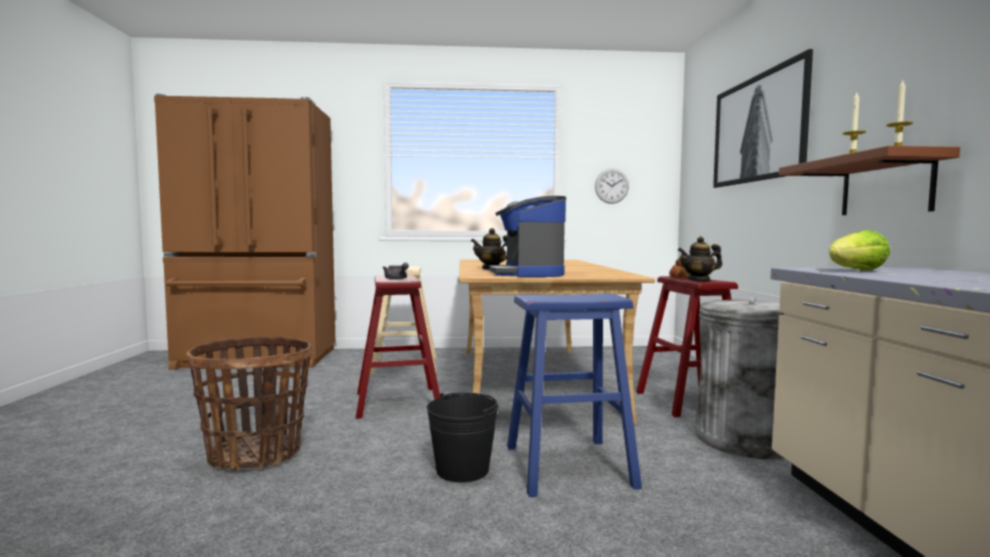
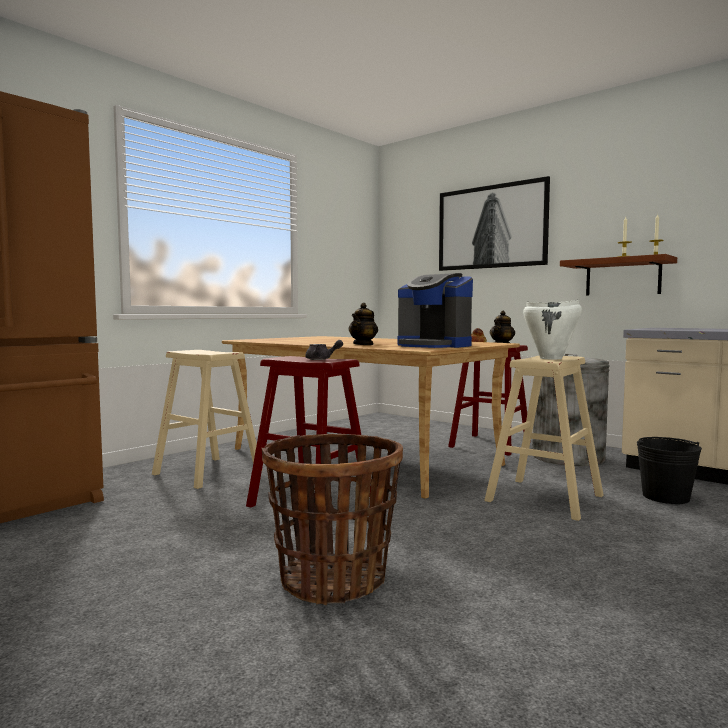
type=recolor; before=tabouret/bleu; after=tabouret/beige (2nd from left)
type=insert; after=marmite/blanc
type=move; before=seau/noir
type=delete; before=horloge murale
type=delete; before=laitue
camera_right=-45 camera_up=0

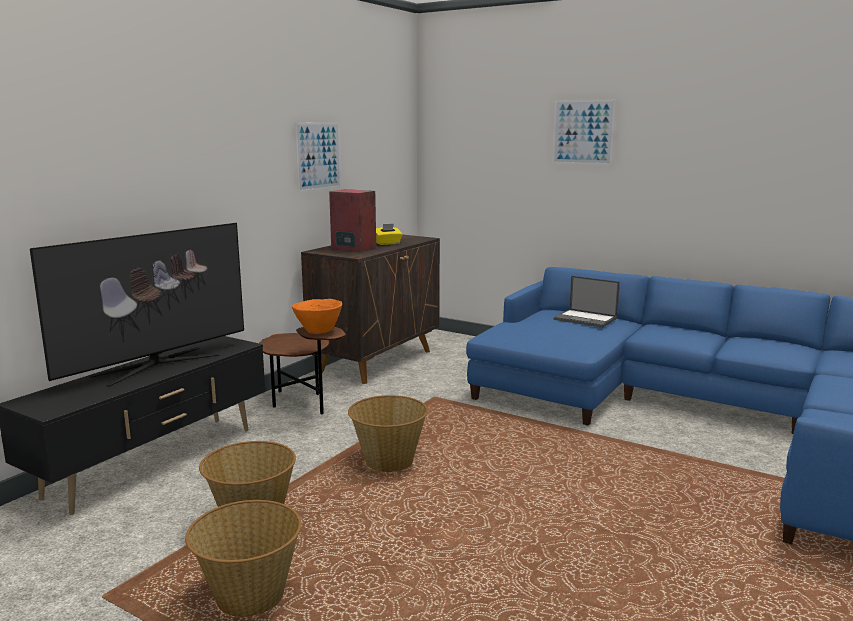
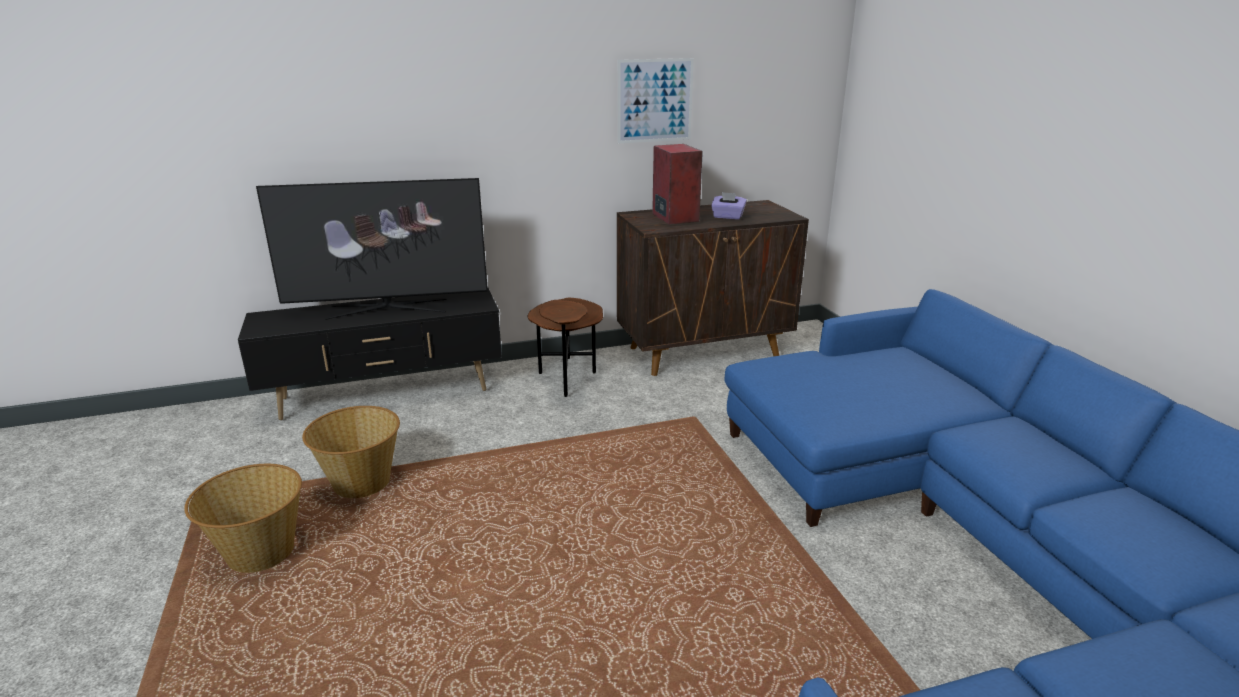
type=recolor; before=boîte à mouchoirs/jaune; after=boîte à mouchoirs/violet
type=delete; before=bol/orange
type=delete; before=panier (3rd from left)
type=delete; before=tableau (2nd from left)
type=delete; before=ordinateur portable
camera_right=40 camera_up=10

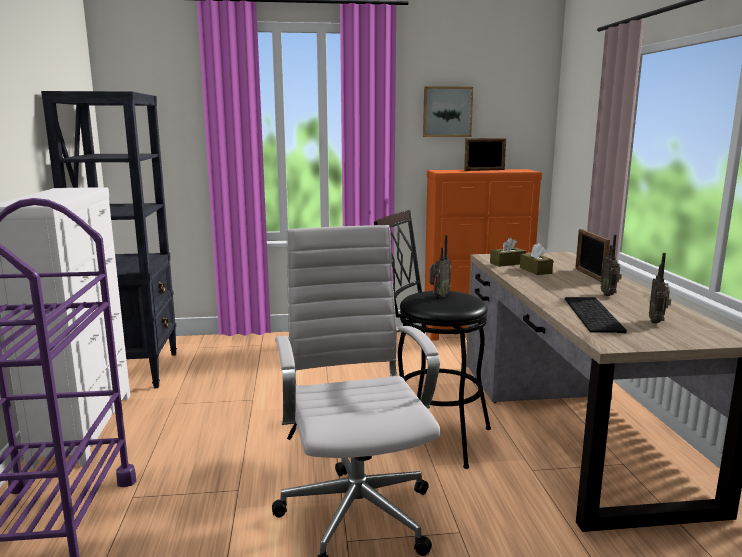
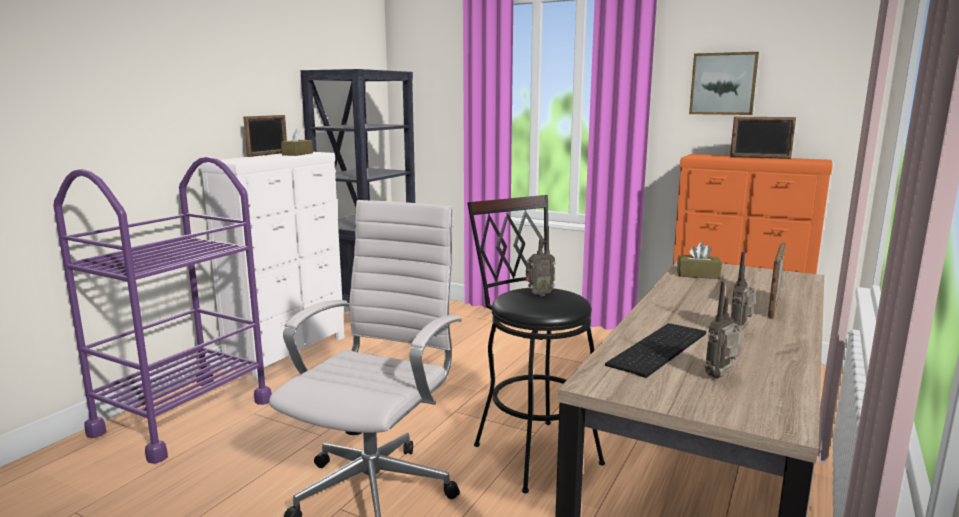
type=insert; after=cadre photo (1st from left)
type=move; before=boîte à mouchoirs/marron (2nd from left in the first image); after=boîte à mouchoirs/marron (1st from left)
camera_right=35 camera_up=0

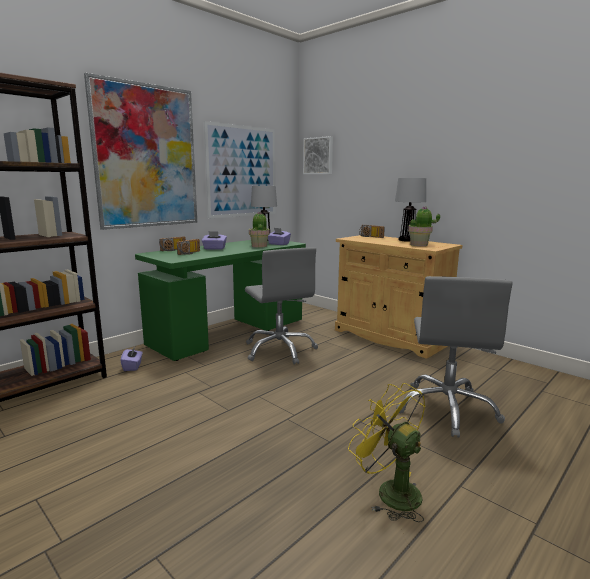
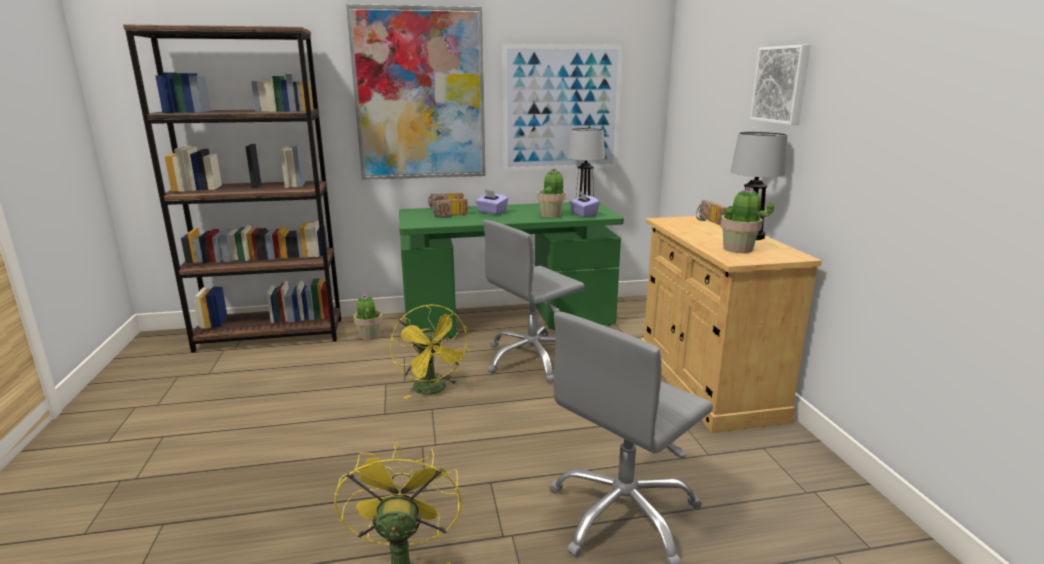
type=replace; before=boîte à mouchoirs/violet (1st from left); after=plante en pot (1st from left)
type=insert; after=ventilateur/jaune (2nd from left)
type=rotate; before=chaise de bureau/gris (1st from left); turn=45
type=move; before=tableau (3rd from left)
camera_right=35 camera_up=5

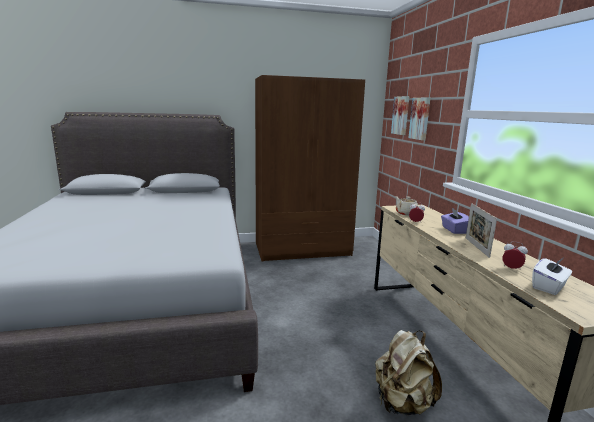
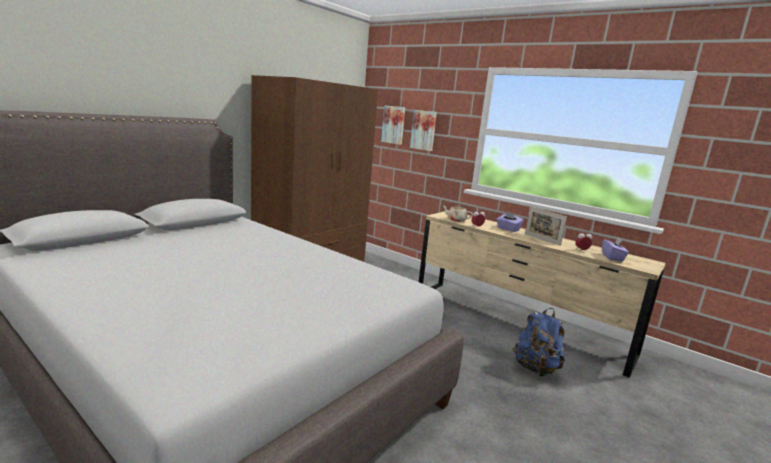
type=recolor; before=sac à dos/beige; after=sac à dos/bleu
type=recolor; before=boîte à mouchoirs/blanc; after=boîte à mouchoirs/violet (2nd from left)
camera_right=-40 camera_up=0

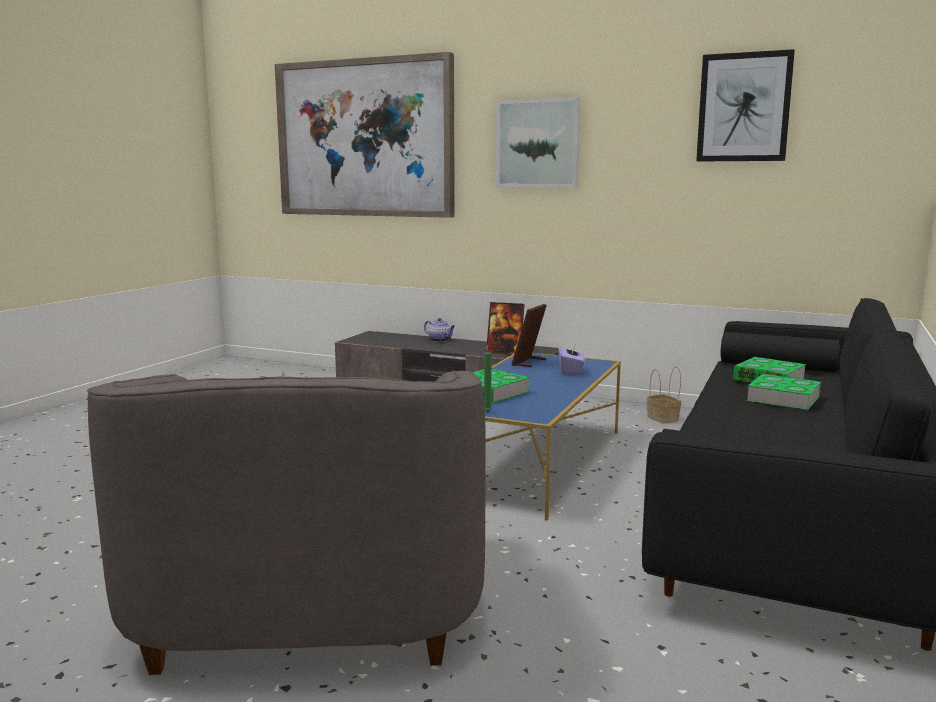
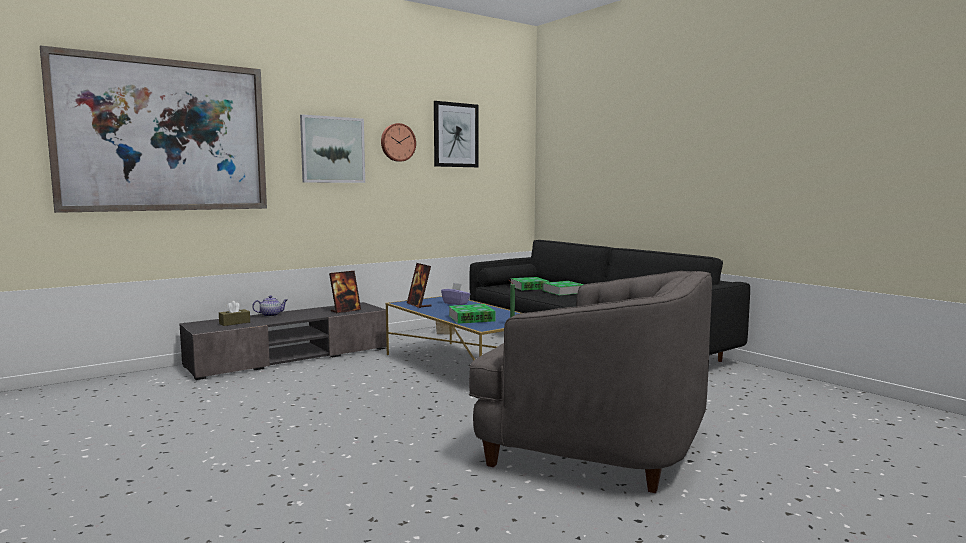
type=insert; after=boîte à mouchoirs/marron
type=insert; after=horloge murale
camera_right=-60 camera_up=-5

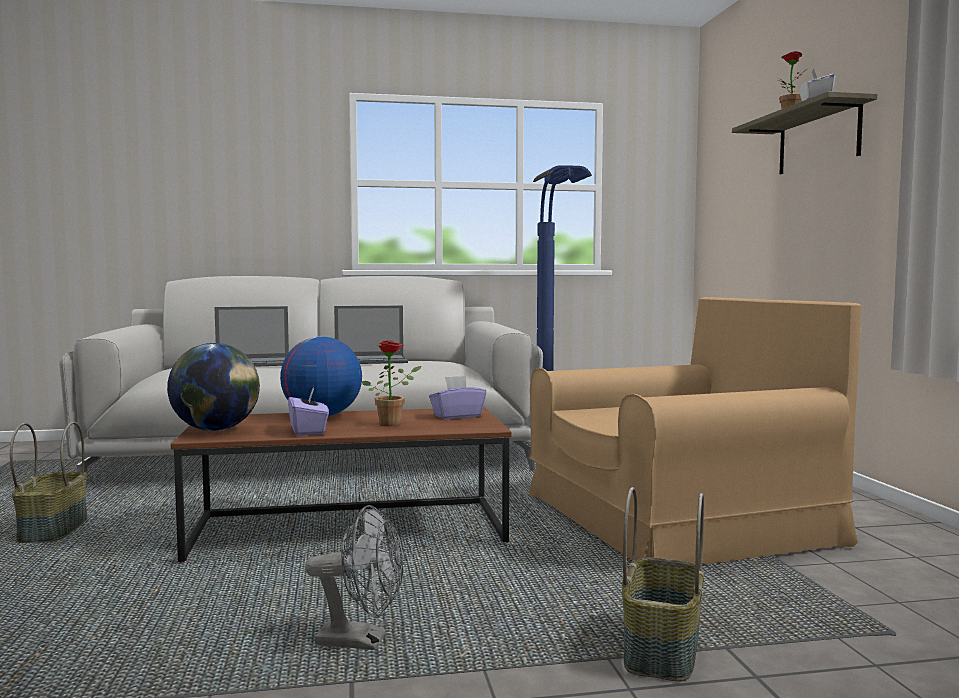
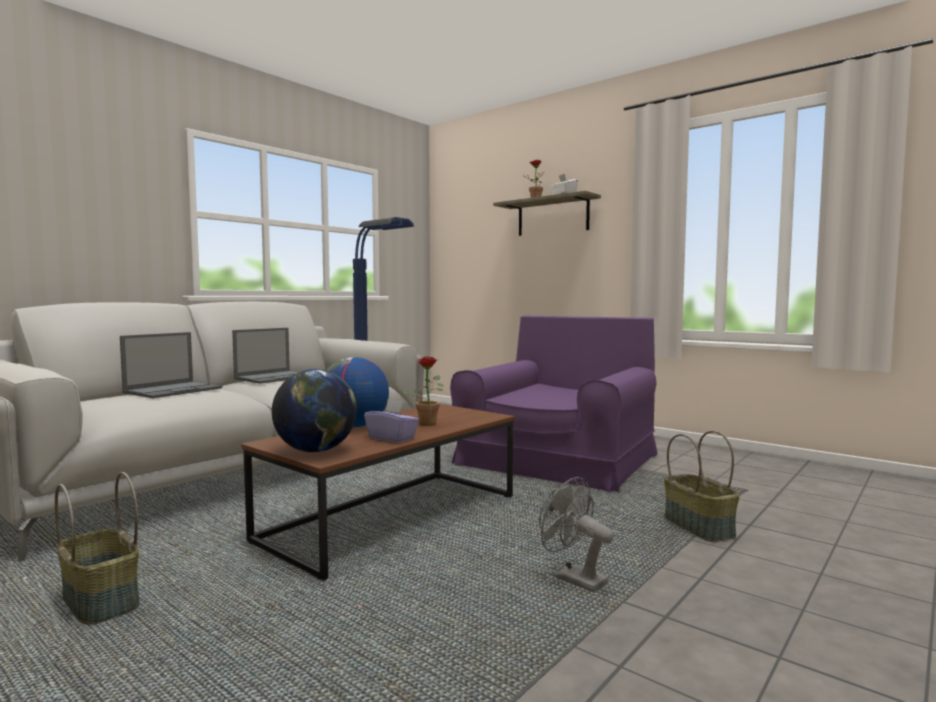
type=recolor; before=fauteuil/marron; after=fauteuil/violet
type=rotate; before=ventilateur/gris; turn=-105
type=delete; before=boîte à mouchoirs/violet (2nd from left)
camera_right=-40 camera_up=0

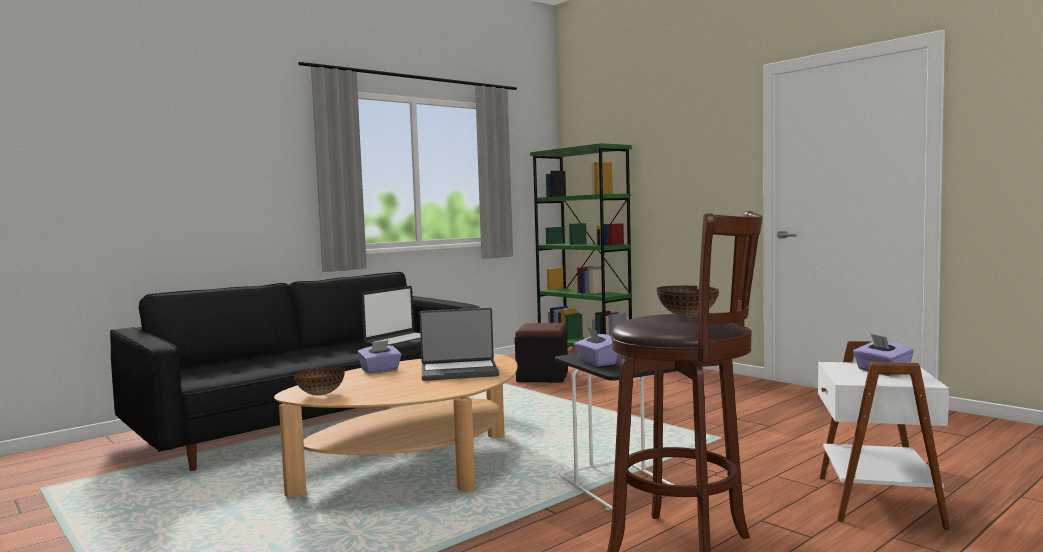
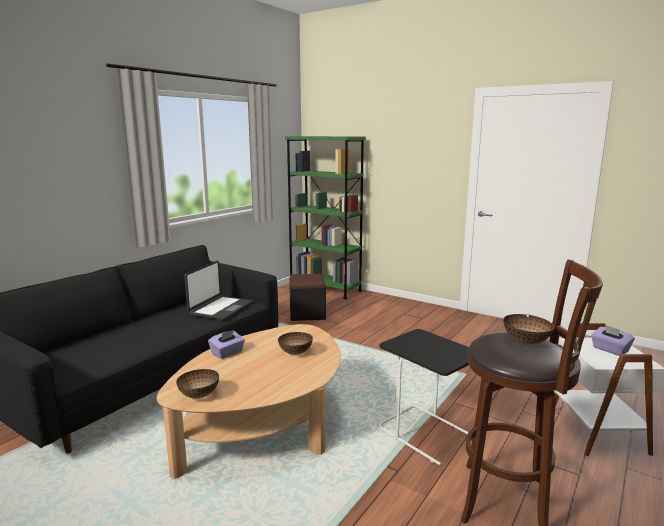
type=replace; before=ordinateur portable (2nd from left); after=bol (2nd from left)
type=delete; before=boîte à mouchoirs/violet (2nd from left)
camera_right=-15 camera_up=10

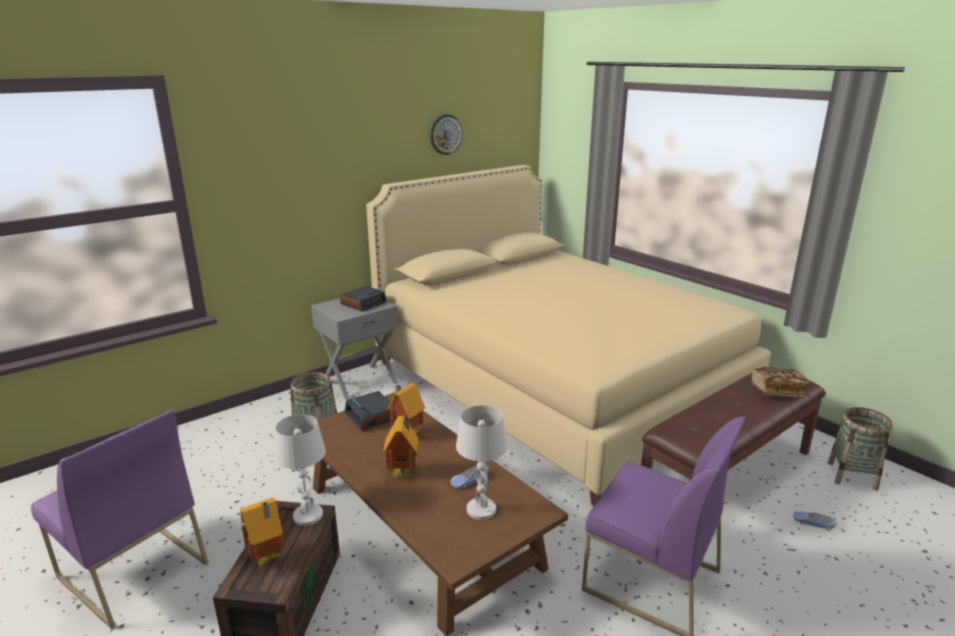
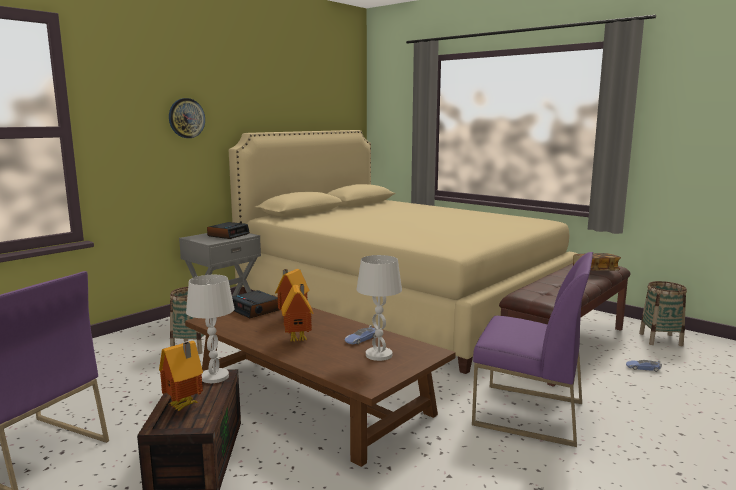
type=move; before=horloge murale
camera_right=-10 camera_up=-10

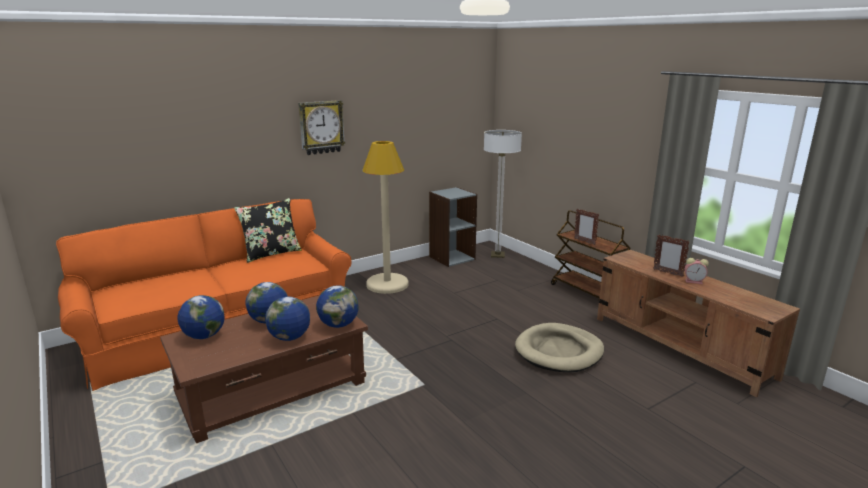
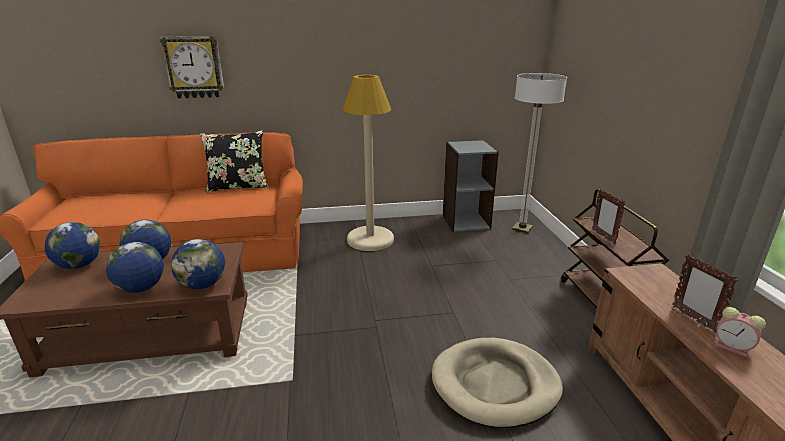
type=move; before=horloge murale
camera_right=25 camera_up=5

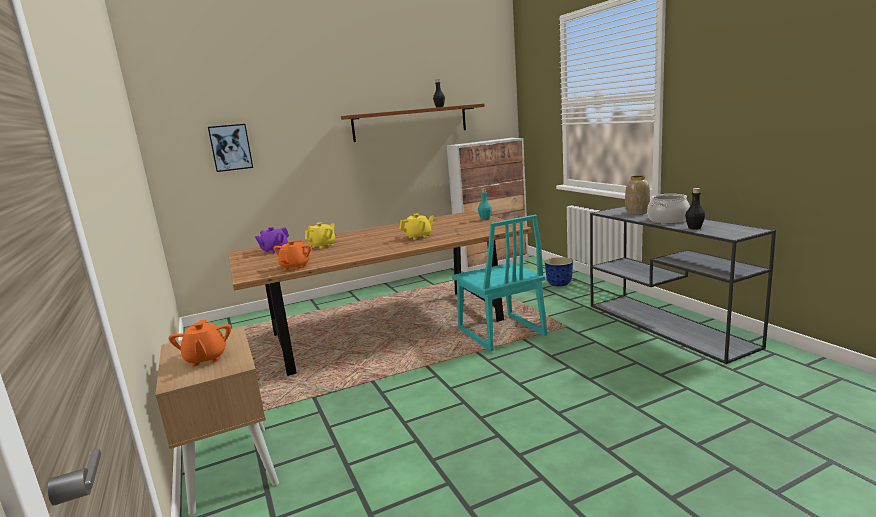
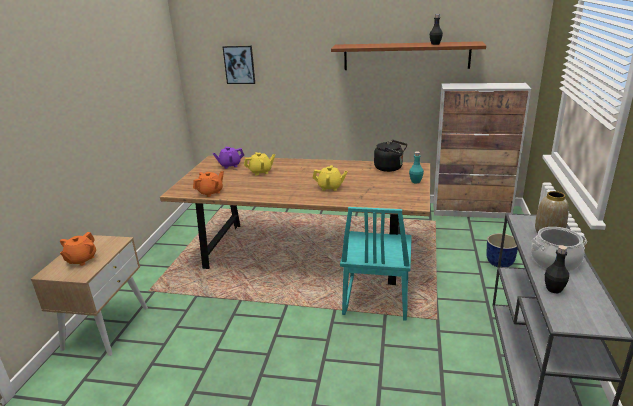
type=insert; after=bouilloire/noir
camera_right=35 camera_up=10

